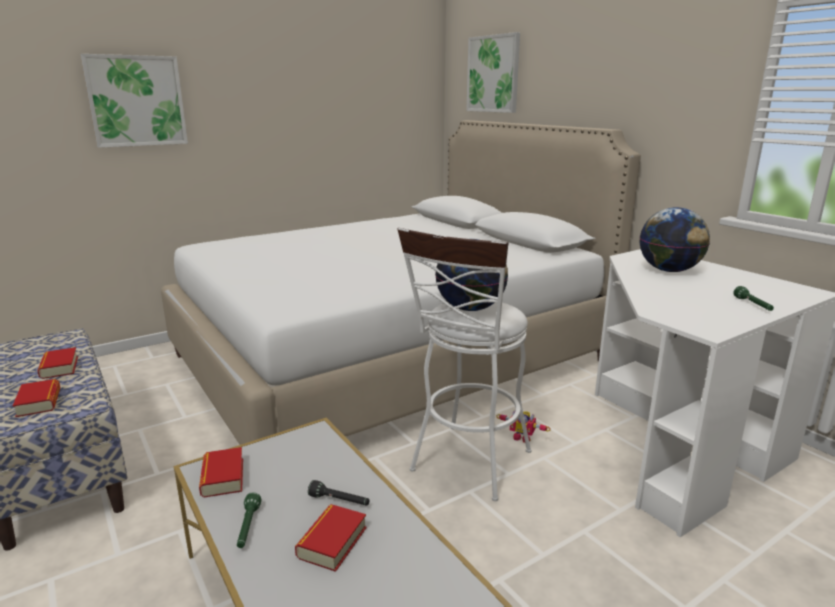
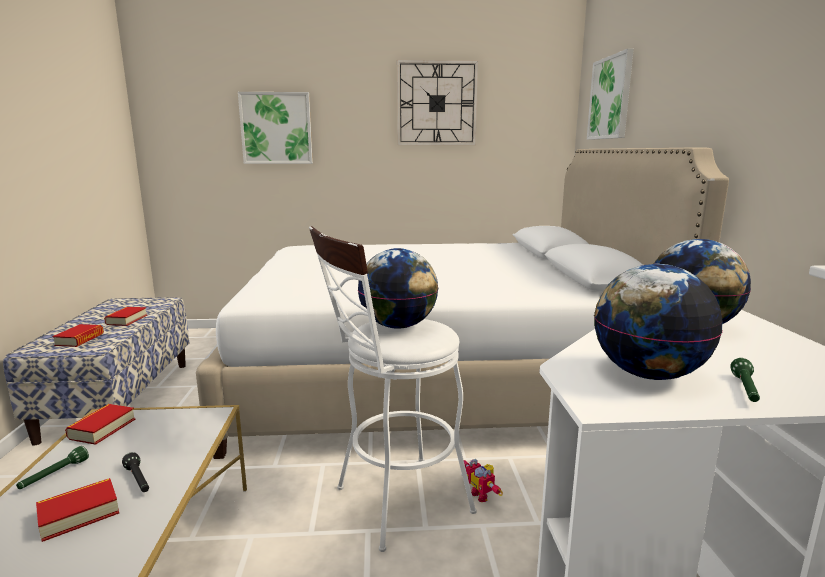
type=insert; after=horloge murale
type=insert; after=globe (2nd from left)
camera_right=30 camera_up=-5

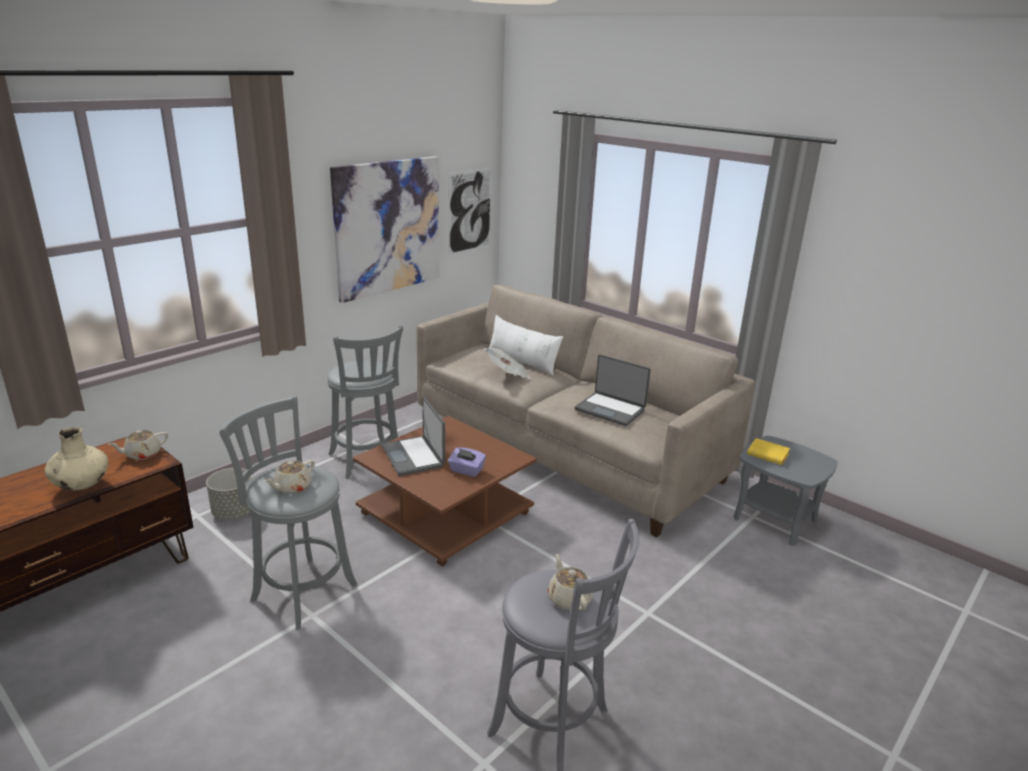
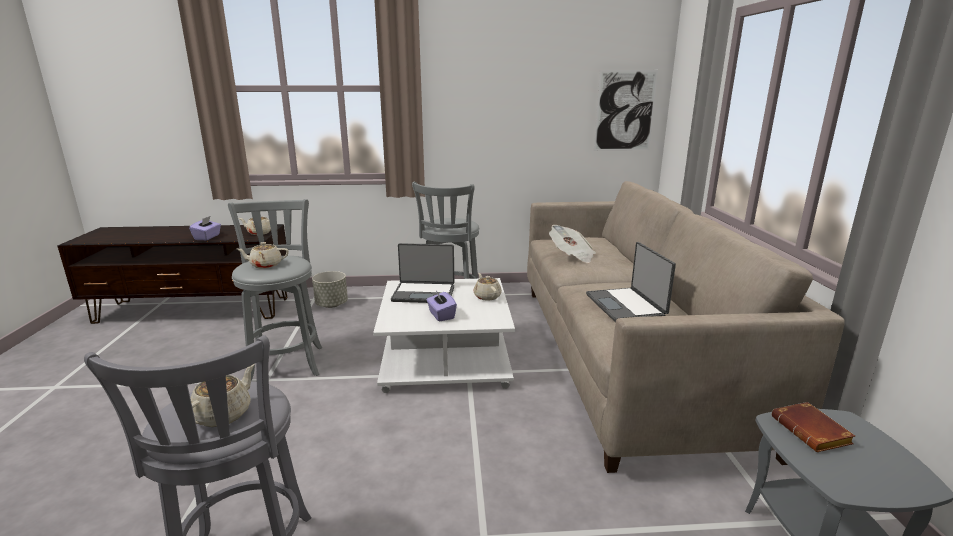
type=replace; before=vase/beige; after=boîte à mouchoirs/violet (1st from left)
type=recolor; before=table basse/marron; after=table basse/blanc
type=rotate; before=ordinateur portable (1st from left); turn=-105
type=insert; after=théière/beige (4th from left)
type=recolor; before=livre/jaune; after=livre/marron
type=delete; before=tableau (1st from left)
type=delete; before=coussin/blanc
camera_right=45 camera_up=-5

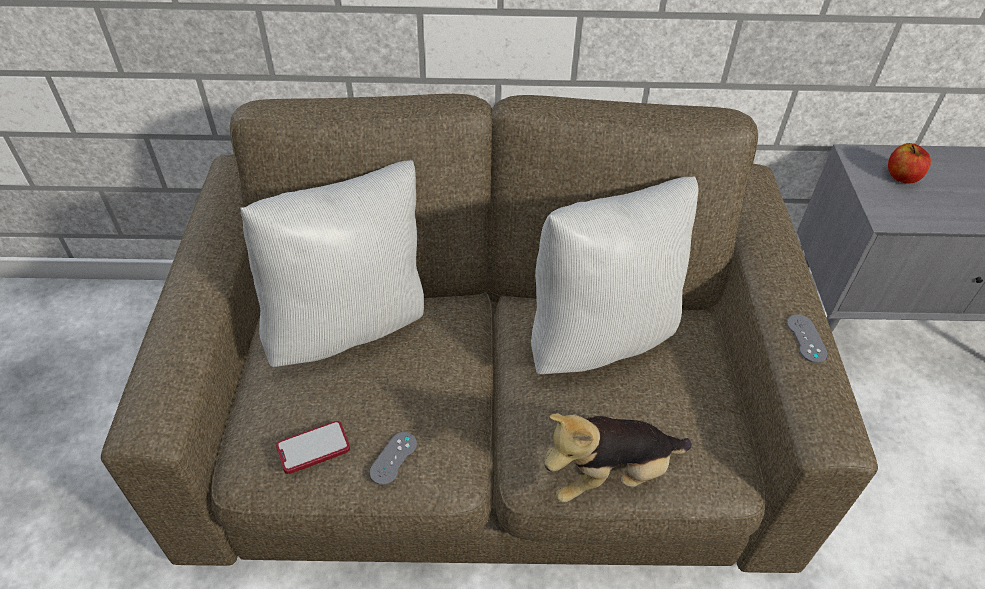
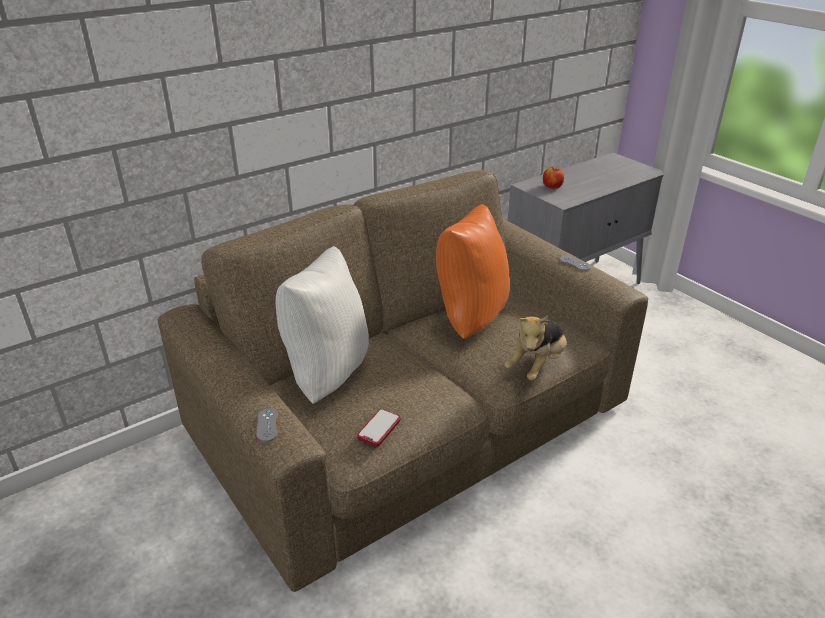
type=move; before=manette/gris (1st from left)
type=recolor; before=coussin/blanc (2nd from left); after=coussin/orange
camera_right=-35 camera_up=-15

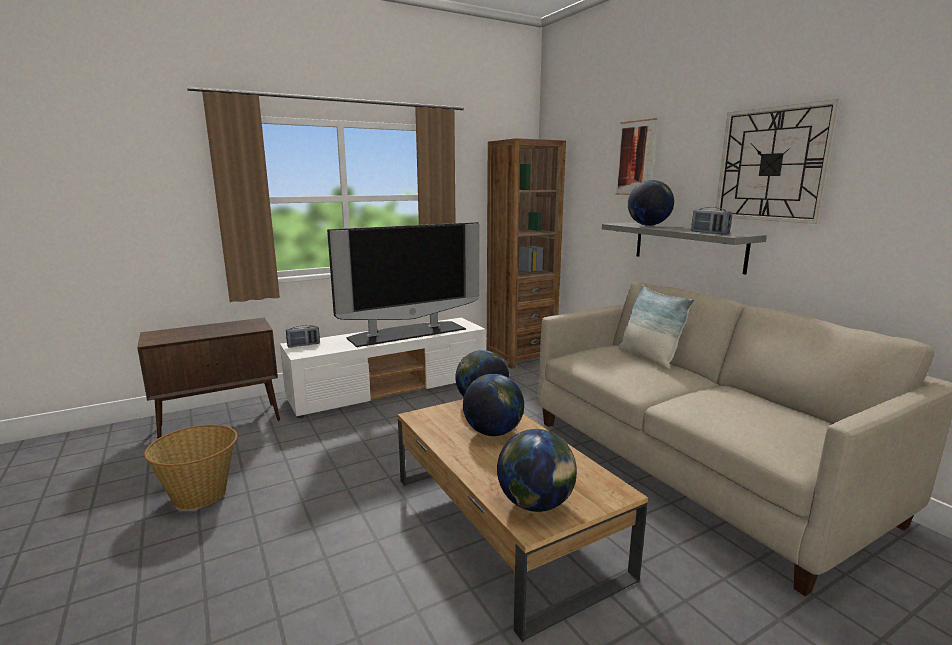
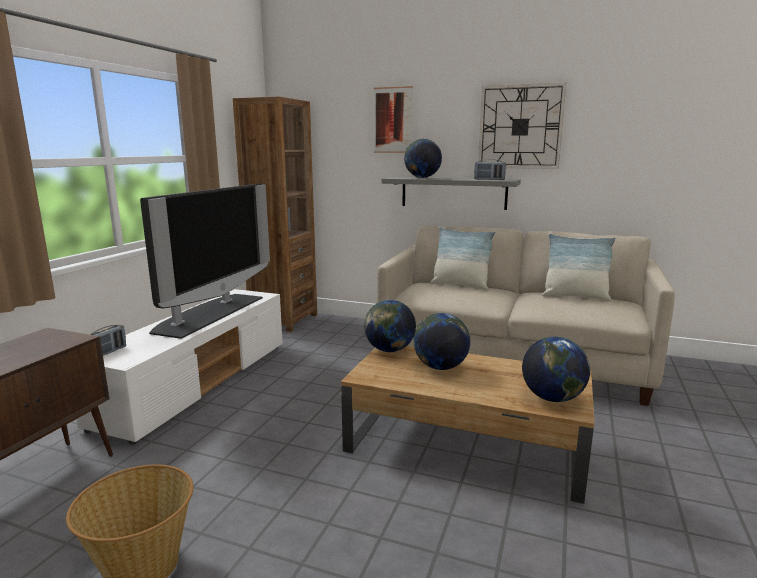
type=insert; after=coussin (2nd from left)
camera_right=-40 camera_up=0

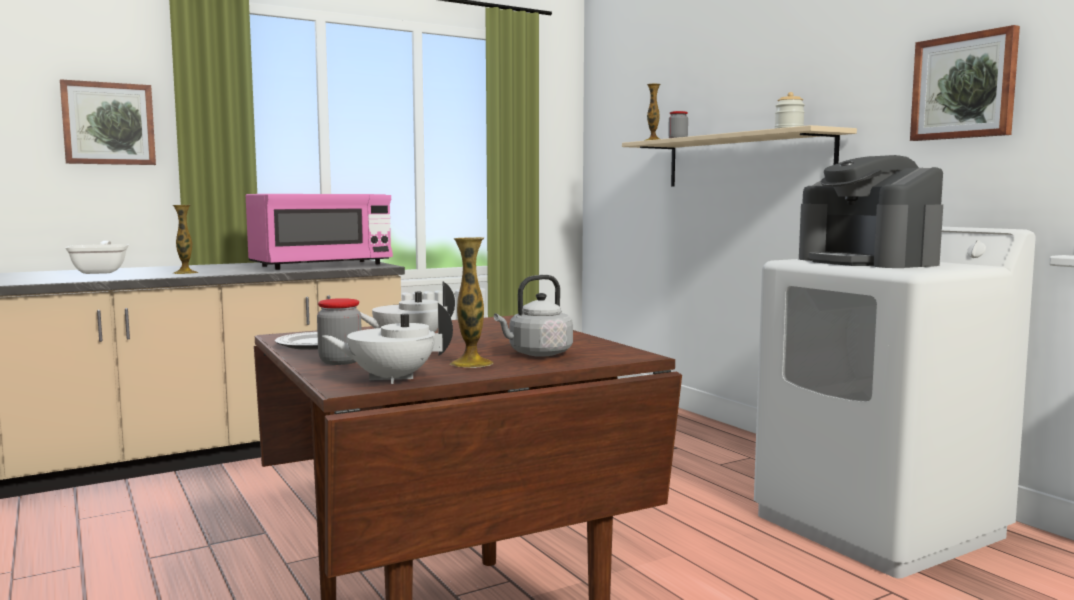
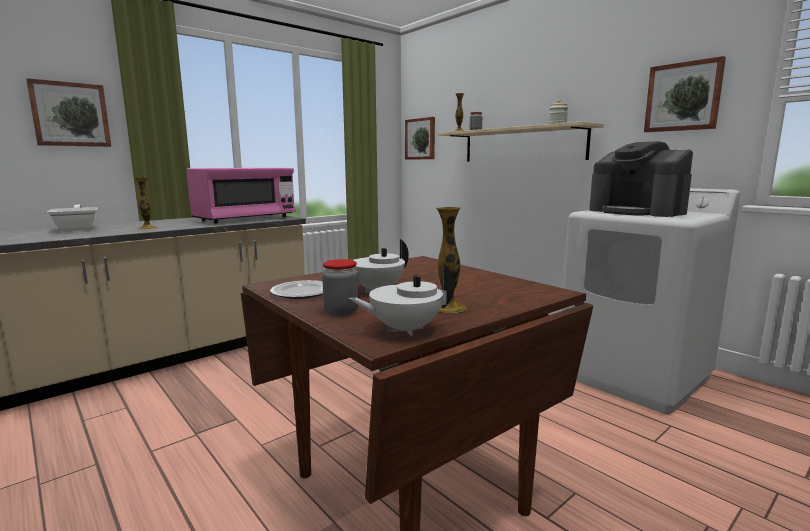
type=insert; after=tableau (2nd from left)
type=delete; before=bouilloire/gris
camera_right=-10 camera_up=5

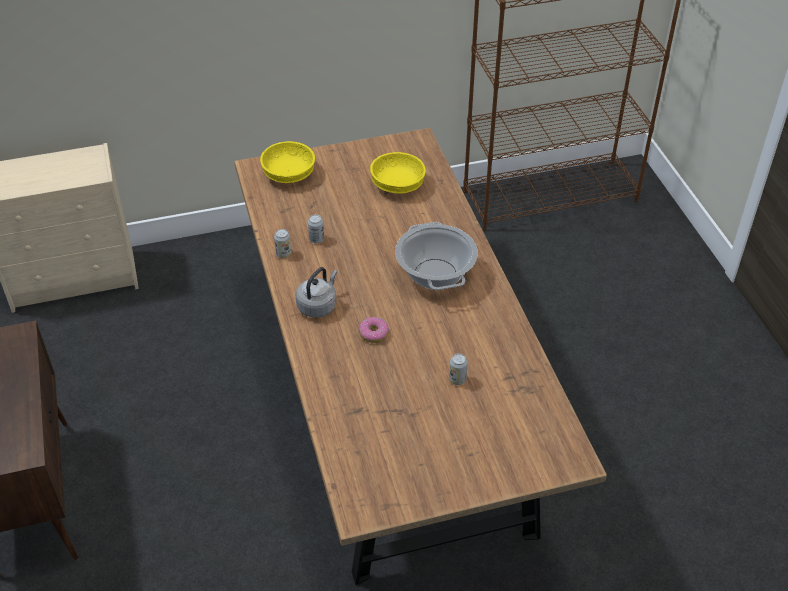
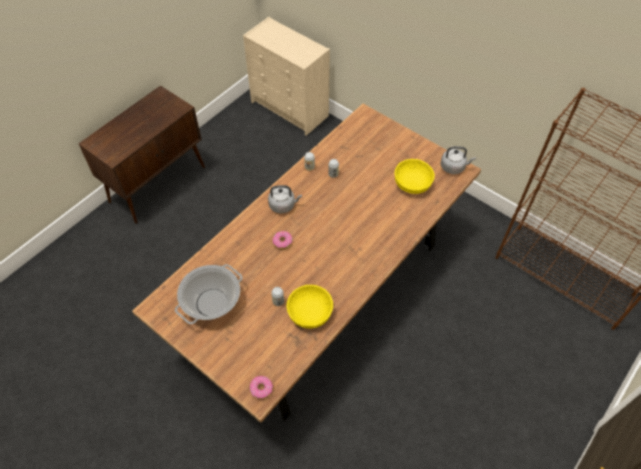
type=move; before=marmite
type=insert; after=beignet (1st from left)
type=move; before=bol/jaune (1st from left)
type=insert; after=bouilloire/gris (2nd from left)
camera_right=55 camera_up=10

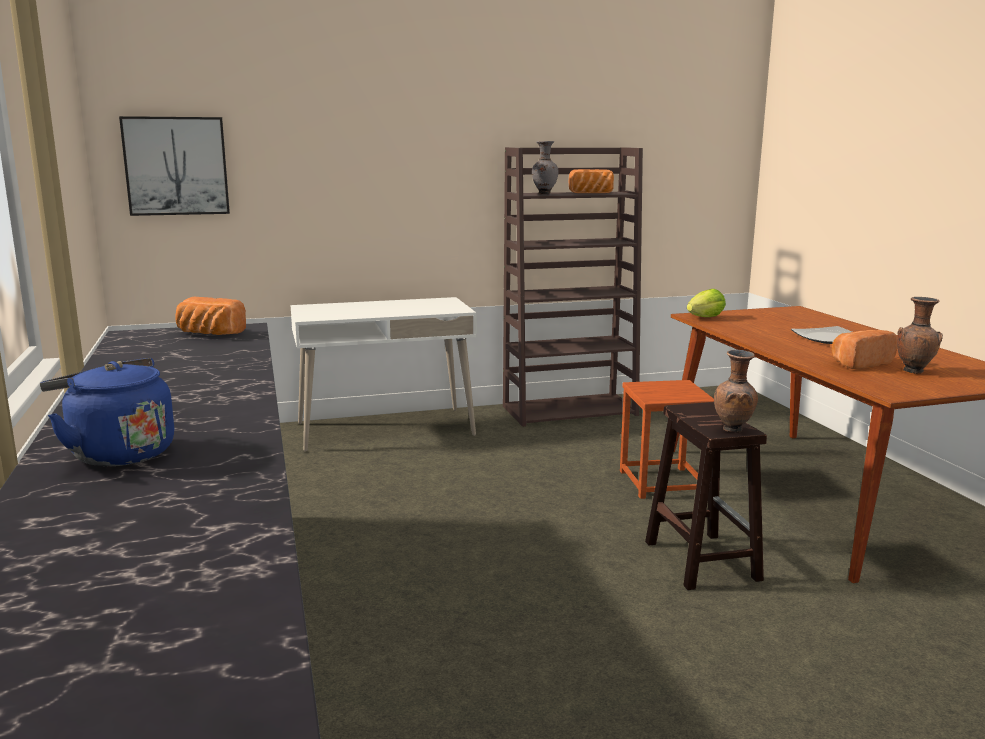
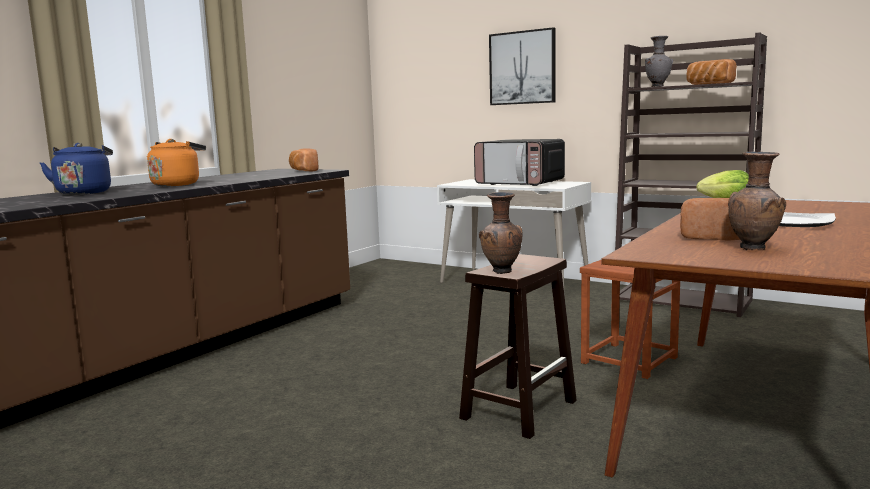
type=insert; after=bouilloire/orange
type=insert; after=micro-ondes
type=move; before=tableau
camera_right=50 camera_up=-5

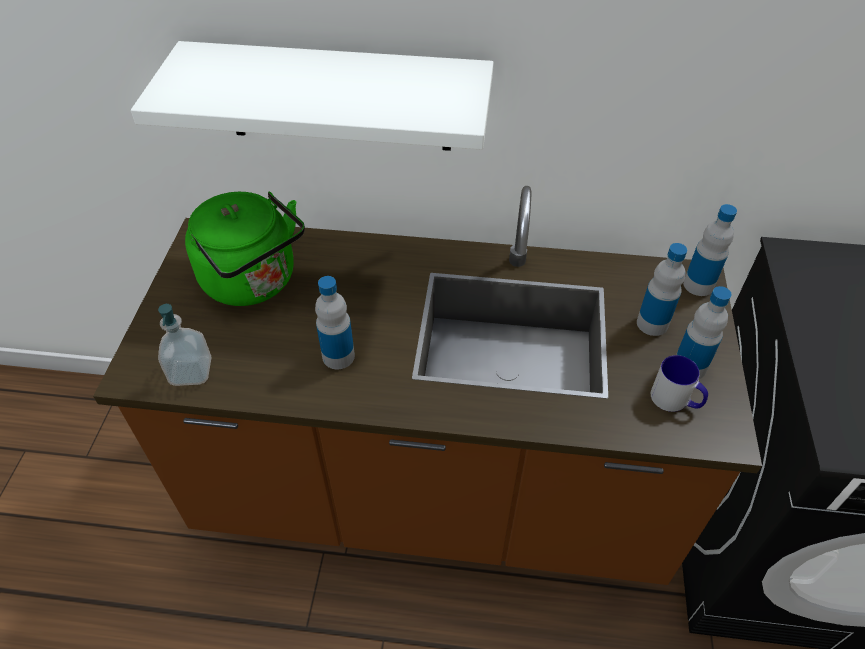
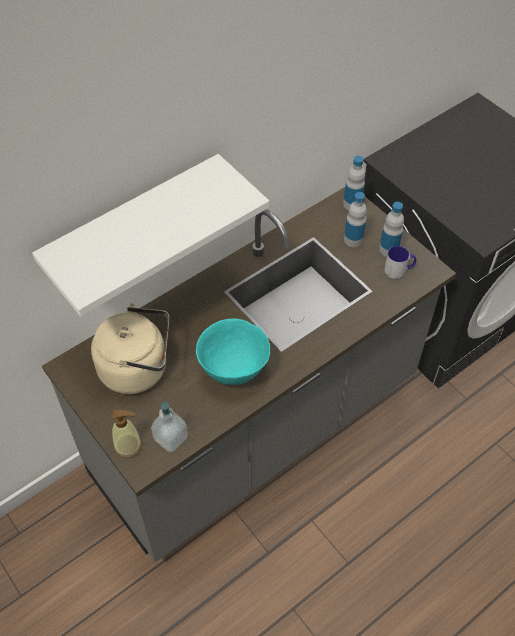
type=recolor; before=comptoir de cuisine/marron; after=comptoir de cuisine/gris
type=recolor; before=bouilloire/vert; after=bouilloire/beige
type=insert; after=distributeur de savon (1st from left)
type=replace; before=bouteille (1st from left); after=bol/turquoise
camera_right=-45 camera_up=5

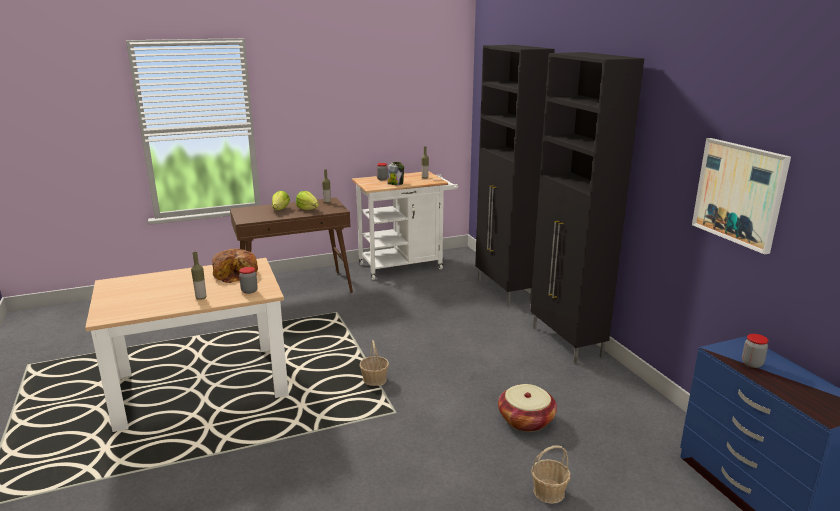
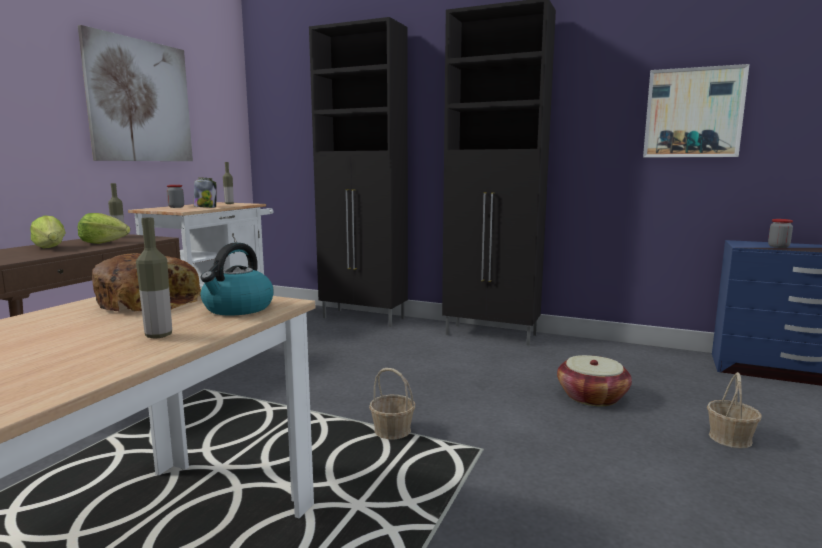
type=insert; after=tableau (1st from left)
type=replace; before=bocal (1st from left); after=bouilloire
camera_right=-45 camera_up=-10

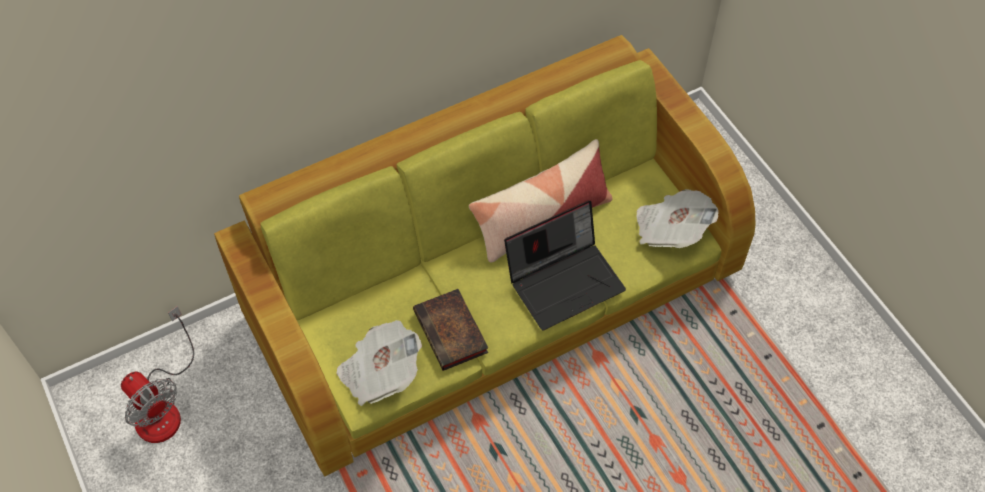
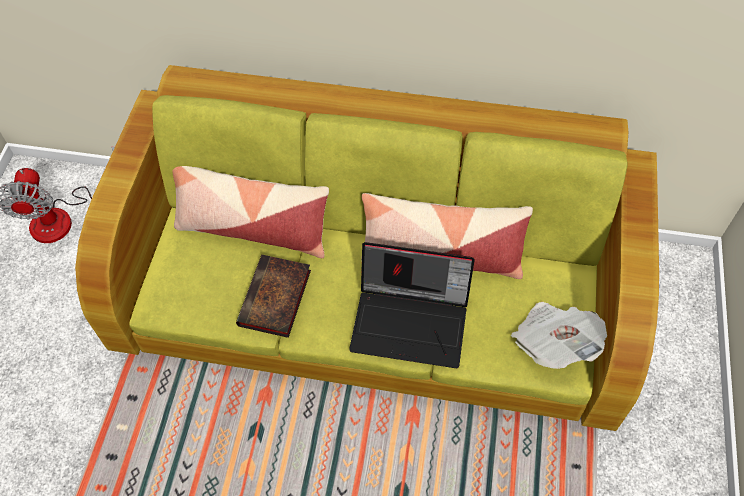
type=insert; after=coussin (1st from left)
type=delete; before=journal (1st from left)
camera_right=40 camera_up=0

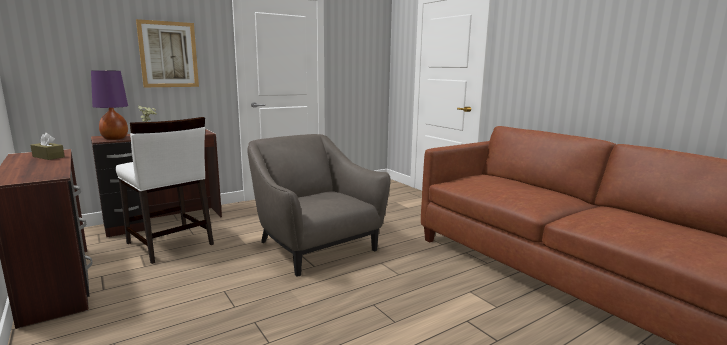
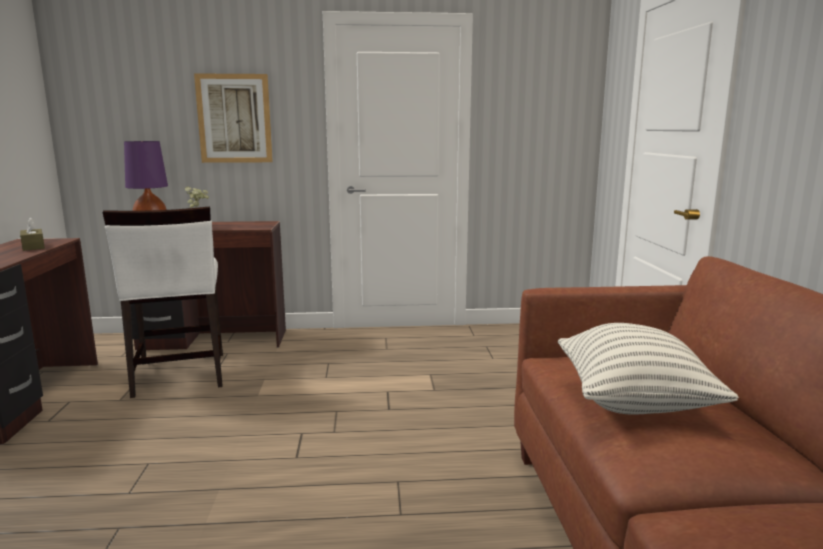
type=insert; after=coussin
type=delete; before=fauteuil/gris
camera_right=30 camera_up=0

